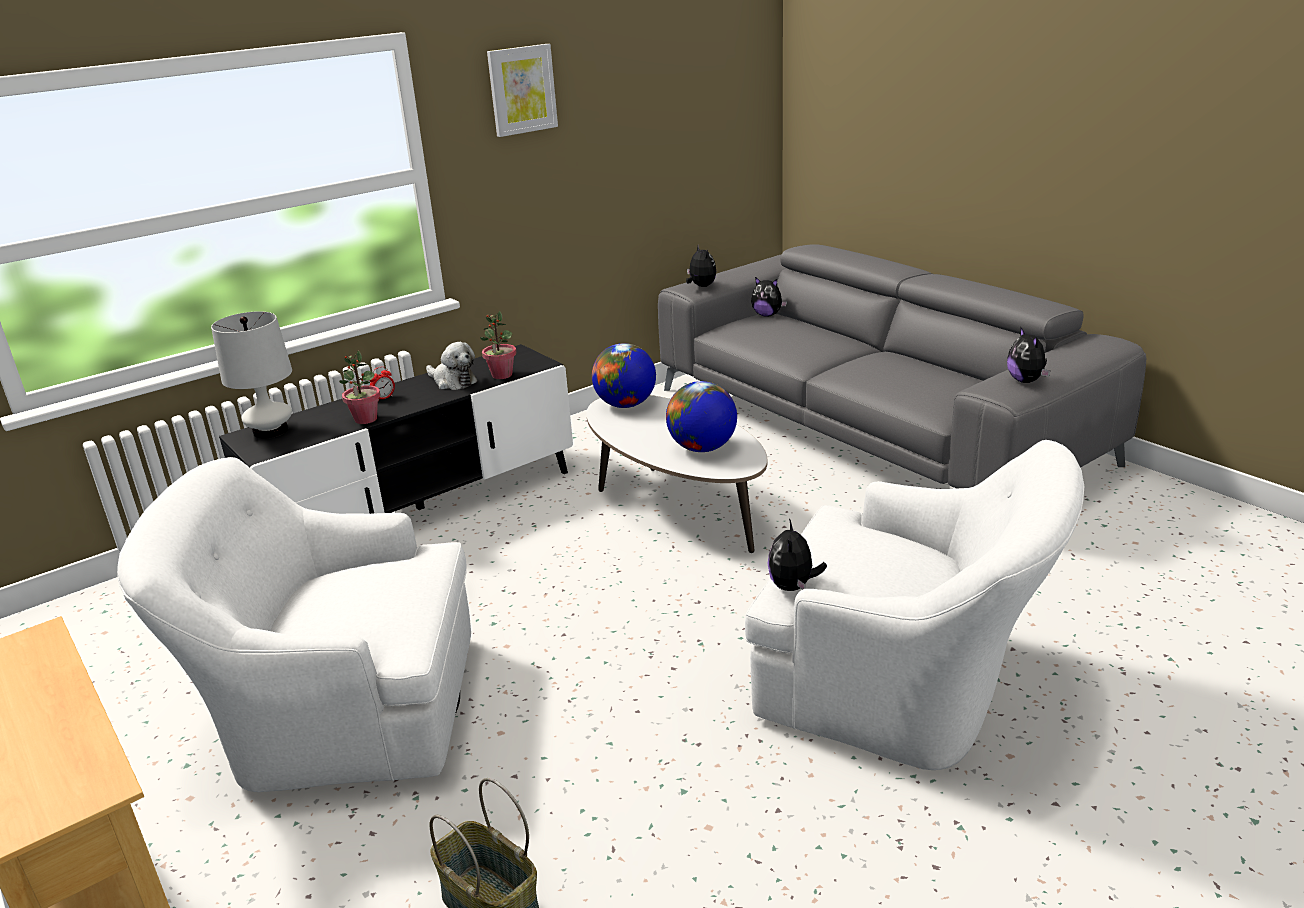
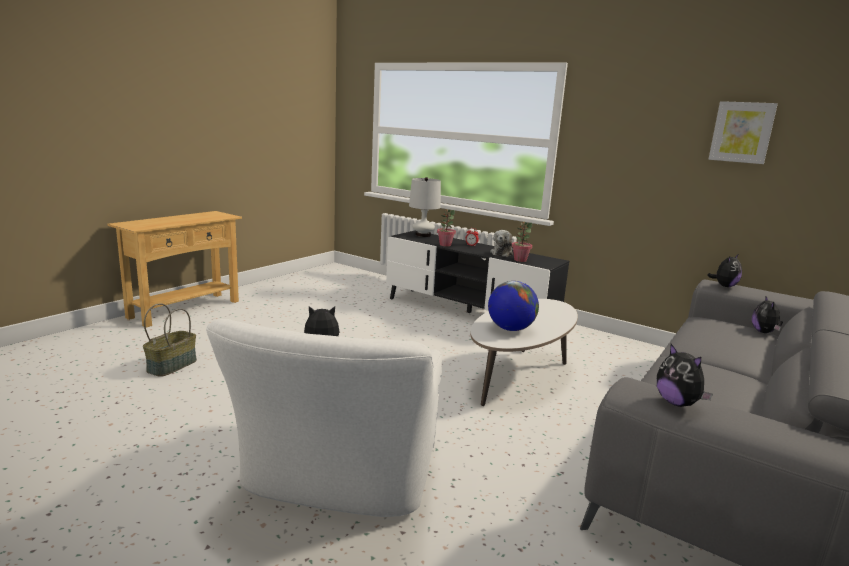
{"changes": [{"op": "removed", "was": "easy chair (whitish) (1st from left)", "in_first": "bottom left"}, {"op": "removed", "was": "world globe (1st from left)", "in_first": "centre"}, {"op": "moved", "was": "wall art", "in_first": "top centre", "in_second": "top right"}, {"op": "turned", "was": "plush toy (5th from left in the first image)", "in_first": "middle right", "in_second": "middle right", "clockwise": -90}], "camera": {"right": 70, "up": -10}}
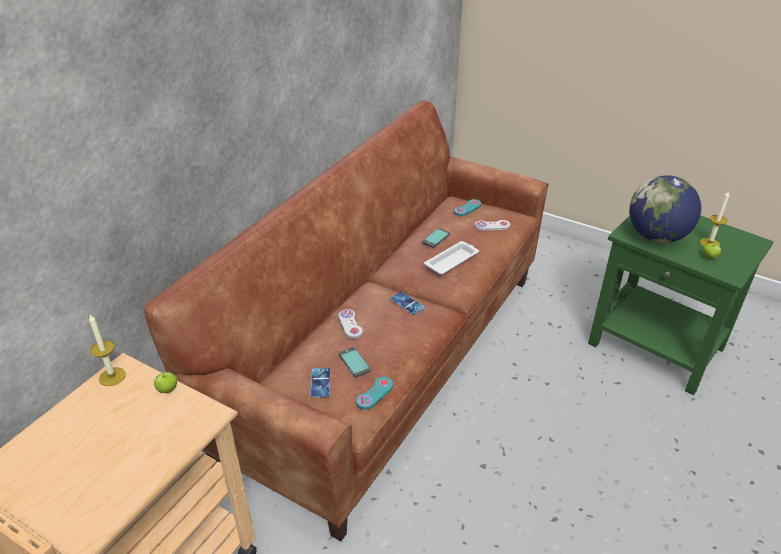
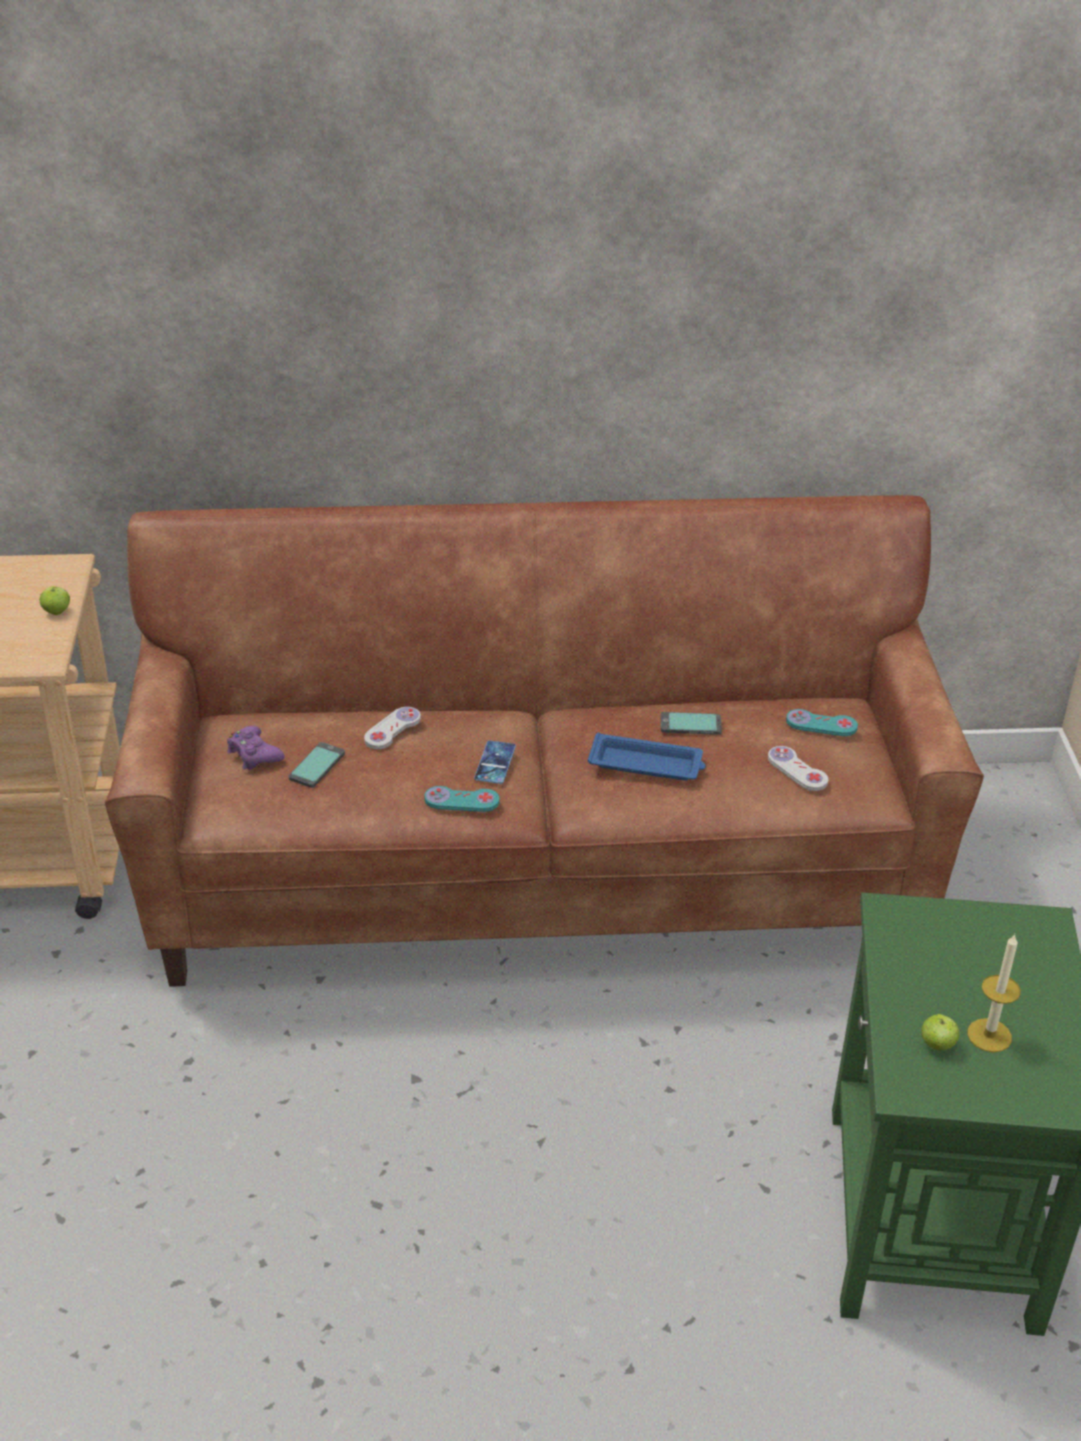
{"changes": [{"op": "removed", "was": "wax candle (1st from left)", "in_first": "middle left"}, {"op": "removed", "was": "world globe", "in_first": "middle right"}, {"op": "moved", "was": "joypad (turquoise-coloured) (1st from left)", "in_first": "bottom centre", "in_second": "centre"}, {"op": "replaced", "was": "handset (1st from left)", "now": "joypad (purplish)", "in_first": "bottom centre", "in_second": "middle left"}, {"op": "recoloured", "was": "serving tray (whitish)", "now": "serving tray (blue-coloured)", "in_first": "centre", "in_second": "centre"}], "camera": {"right": 55, "up": 0}}
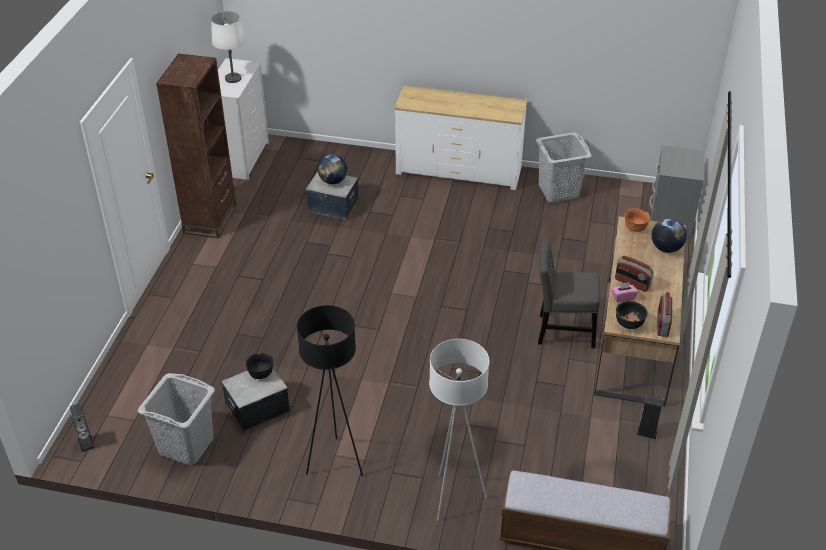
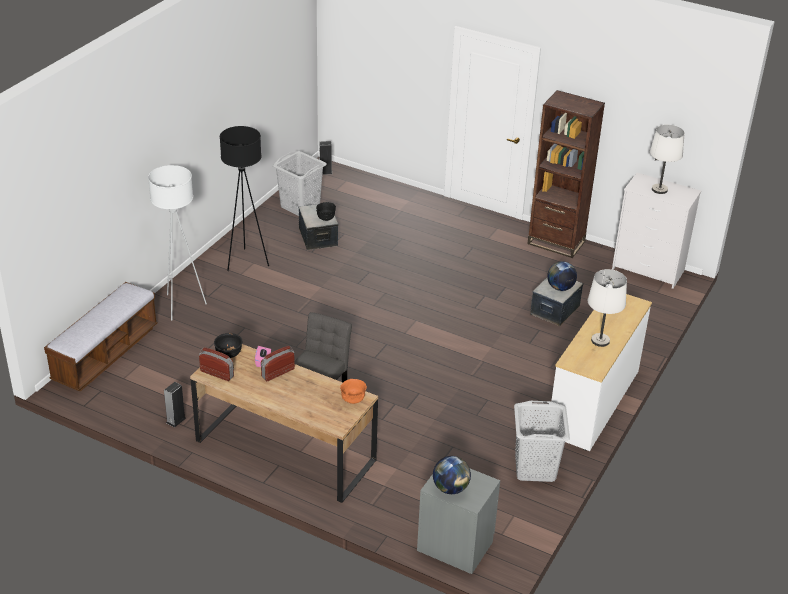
{"changes": [{"op": "added", "now": "table lamp (whitish) (1st from left)", "in_second": "middle right"}, {"op": "moved", "was": "world globe (2nd from left in the first image)", "now": "world globe (1st from left)", "in_first": "middle right", "in_second": "bottom centre"}], "camera": {"right": 105, "up": -5}}
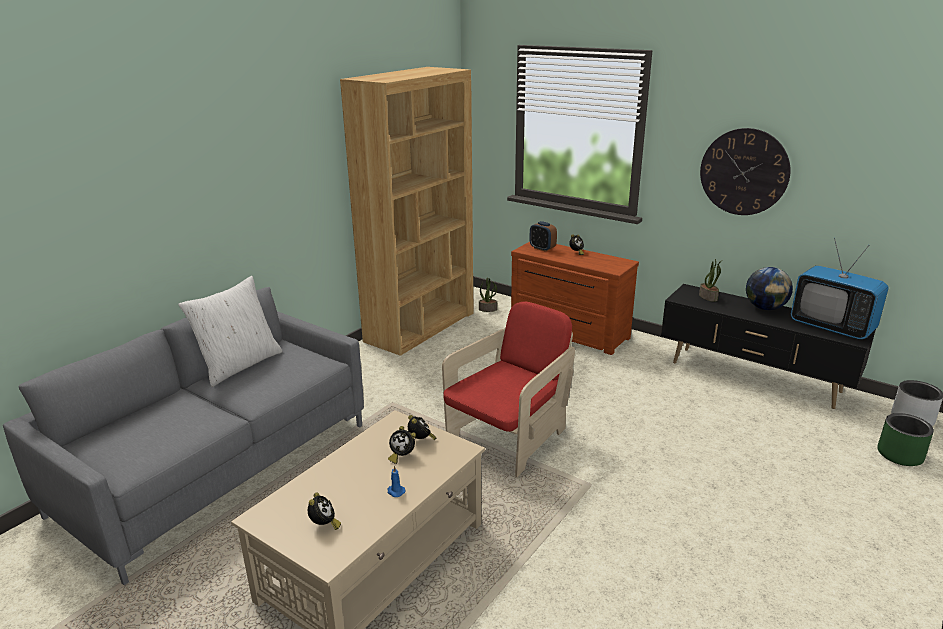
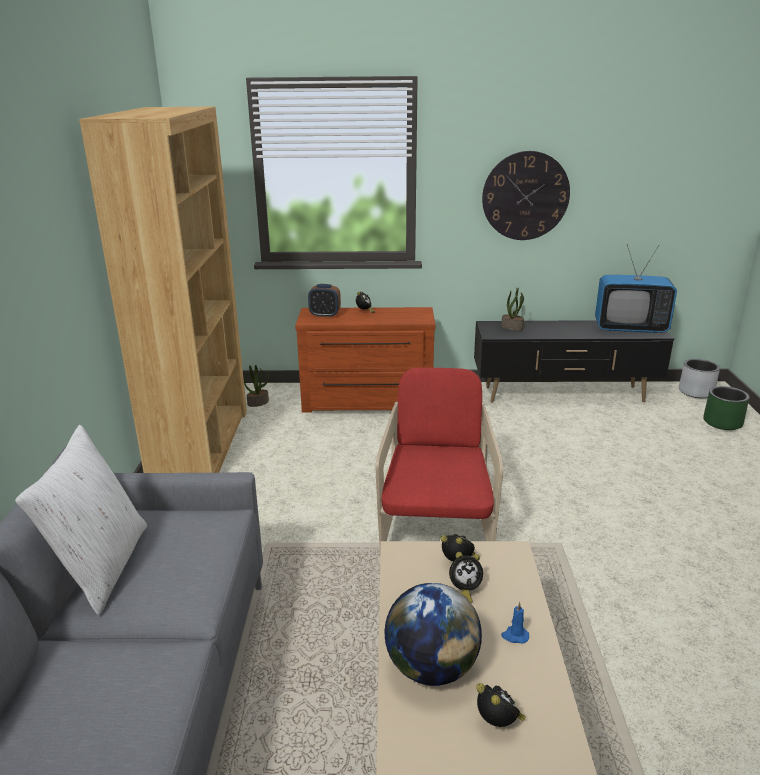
{"changes": [{"op": "moved", "was": "world globe", "in_first": "middle right", "in_second": "bottom centre"}], "camera": {"right": -35, "up": 0}}
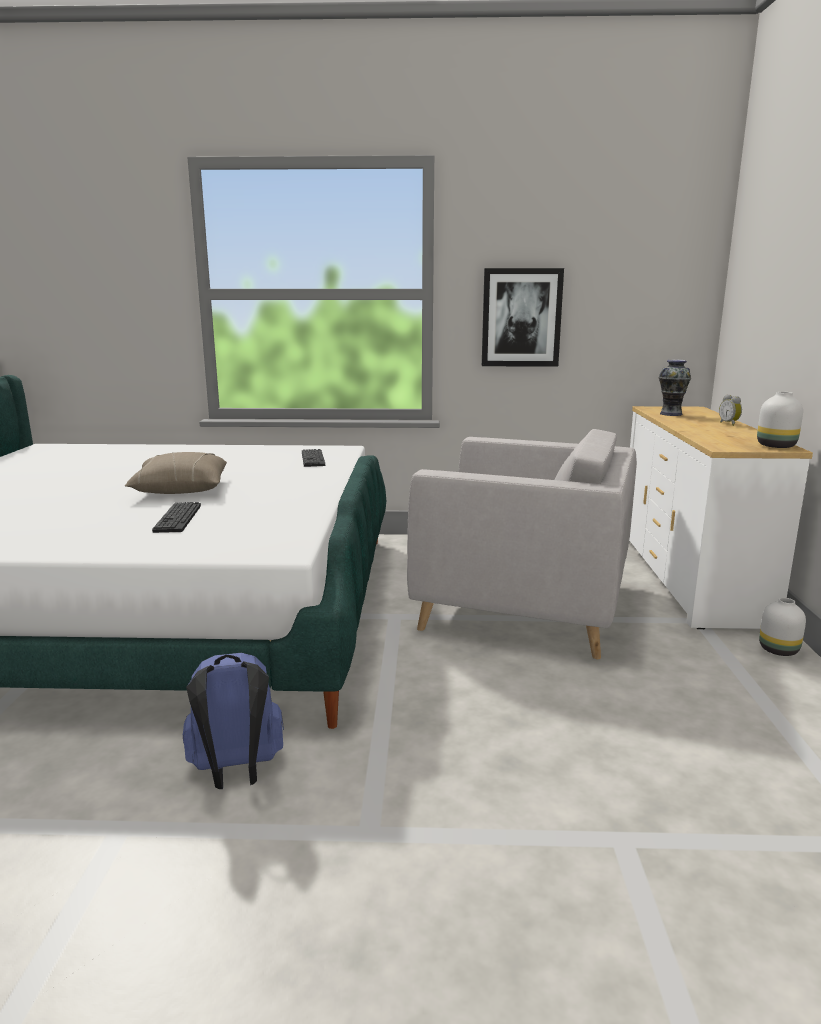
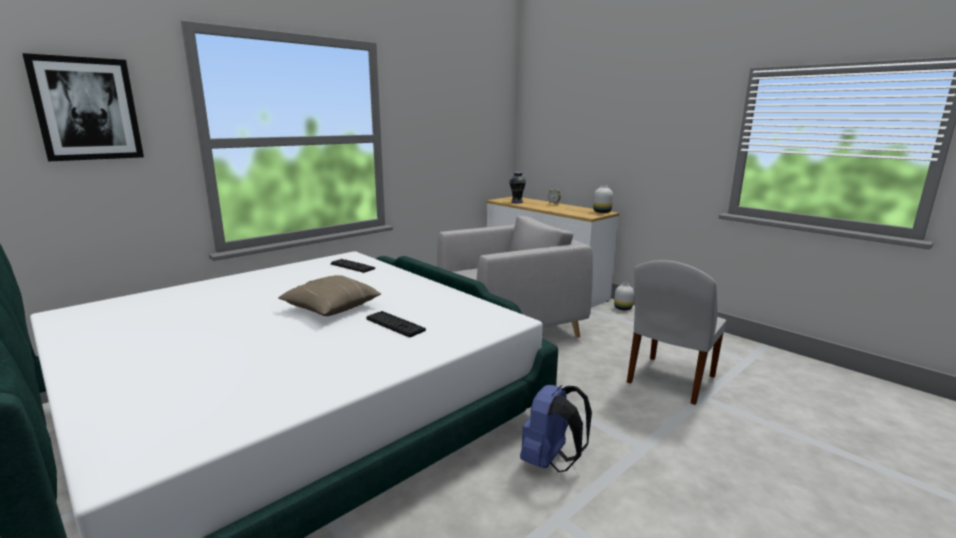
{"changes": [{"op": "added", "now": "chair (whitish)", "in_second": "middle right"}, {"op": "moved", "was": "wall art", "in_first": "top centre", "in_second": "top left"}], "camera": {"right": -45, "up": 0}}
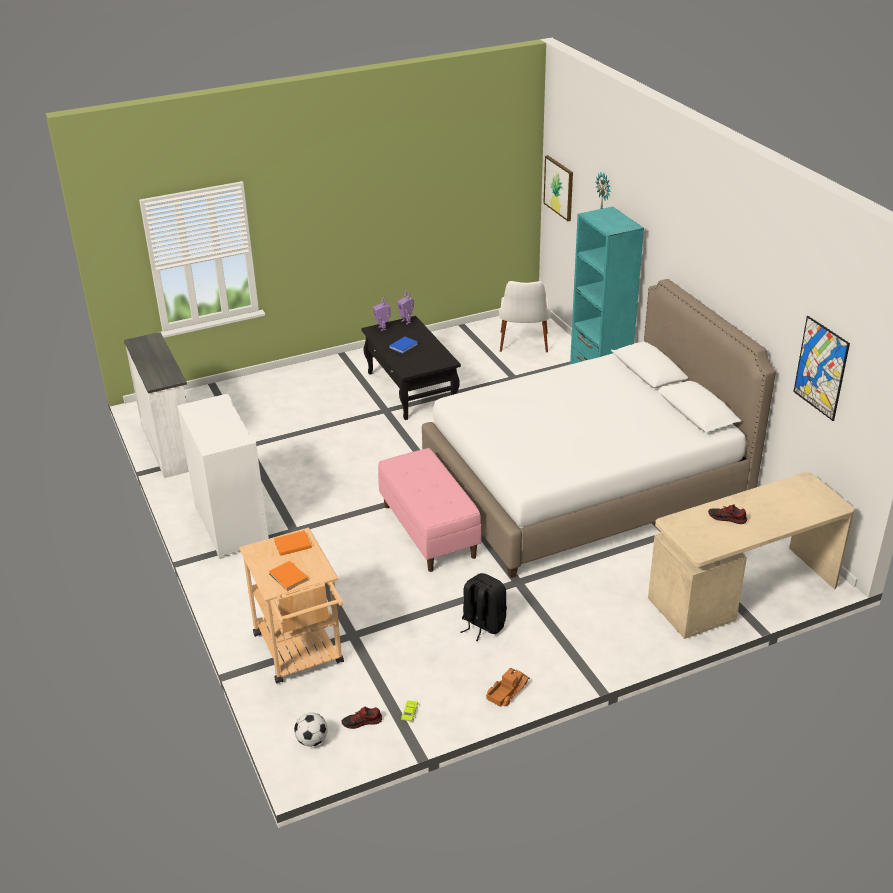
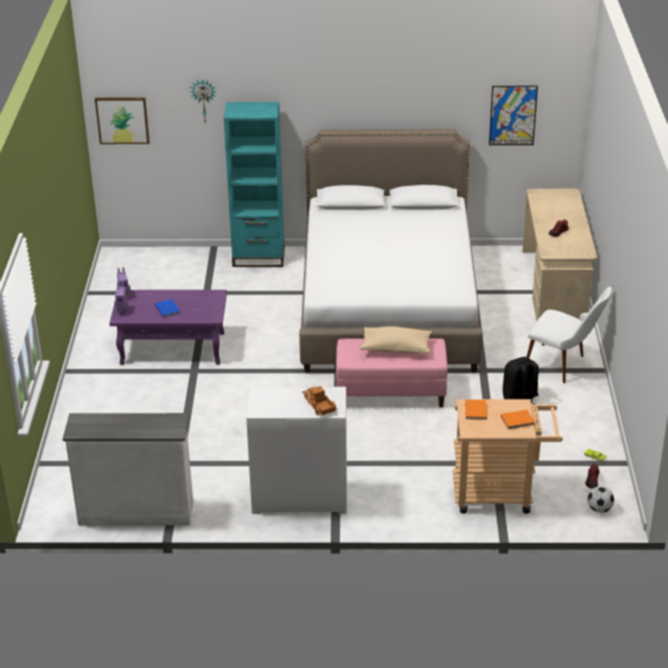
{"changes": [{"op": "added", "now": "pillow (sand-coloured)", "in_second": "centre"}, {"op": "moved", "was": "toy truck", "in_first": "bottom centre", "in_second": "centre"}, {"op": "moved", "was": "chair (whitish)", "in_first": "centre", "in_second": "middle right"}, {"op": "recoloured", "was": "low table (black-coloured)", "now": "low table (purplish)", "in_first": "centre", "in_second": "middle left"}], "camera": {"right": -65, "up": 0}}
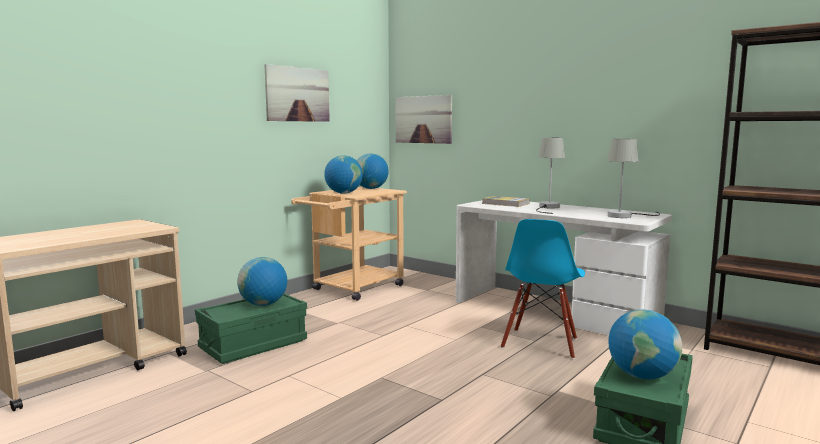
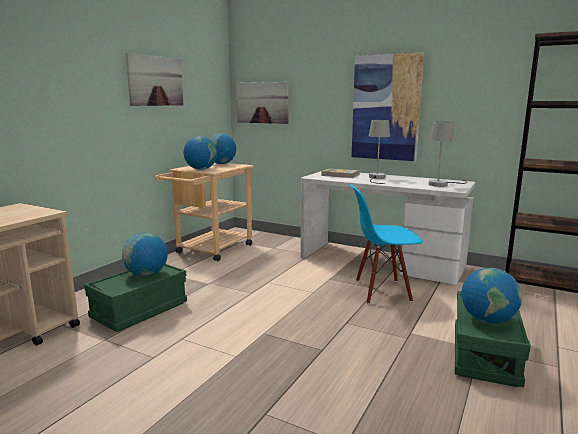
{"changes": [{"op": "added", "now": "wall art (3rd from left)", "in_second": "top right"}, {"op": "turned", "was": "chair (blue-coloured)", "in_first": "centre", "in_second": "middle right", "clockwise": 75}], "camera": {"right": -10, "up": 5}}
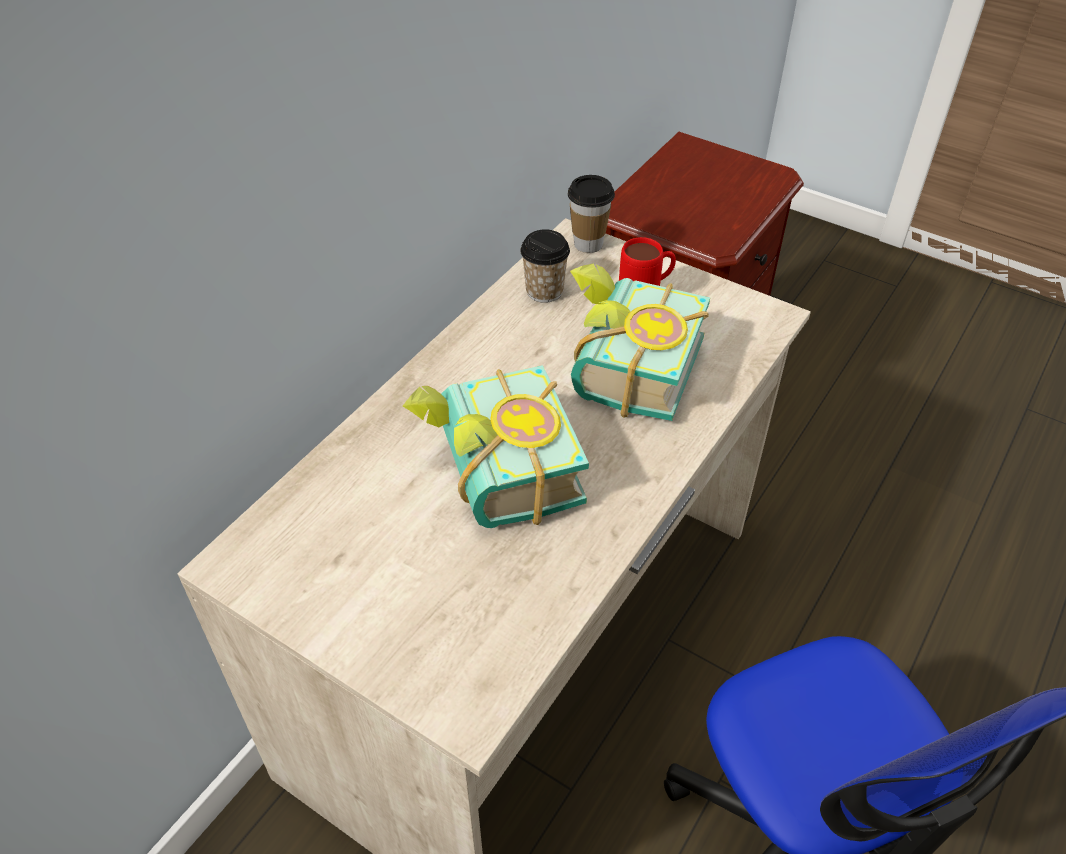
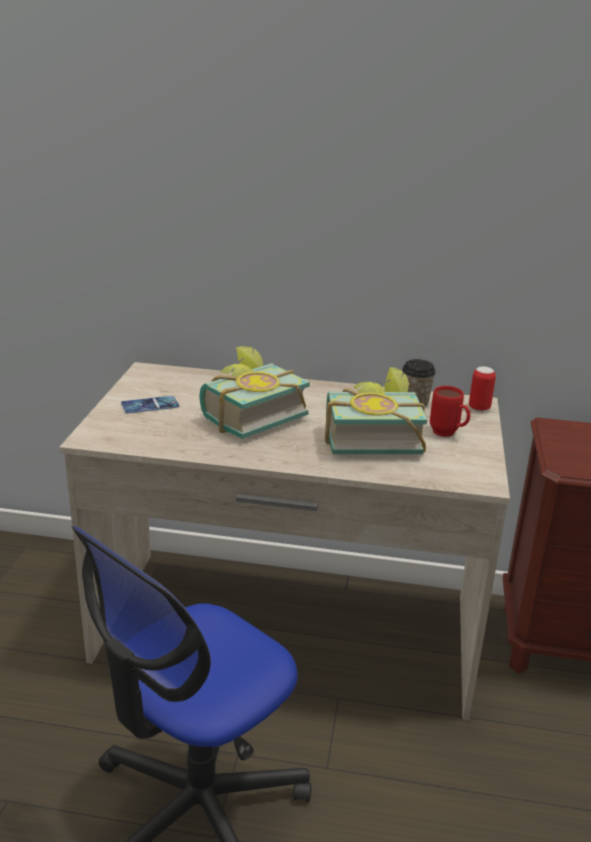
{"changes": [{"op": "added", "now": "handset", "in_second": "middle left"}, {"op": "replaced", "was": "drinking cup (2nd from left)", "now": "can", "in_first": "top centre", "in_second": "middle right"}], "camera": {"right": 65, "up": -20}}
